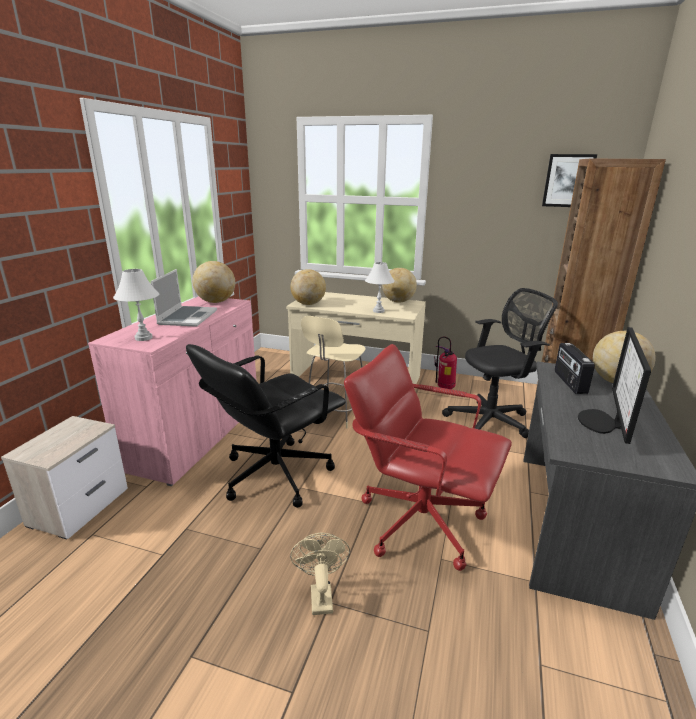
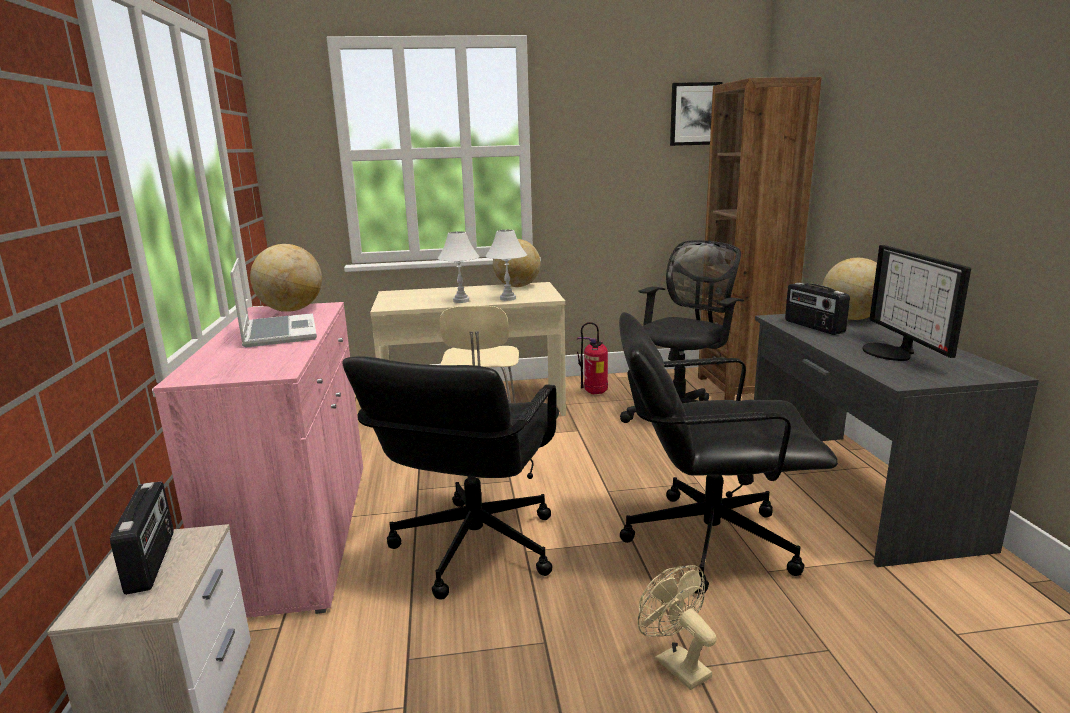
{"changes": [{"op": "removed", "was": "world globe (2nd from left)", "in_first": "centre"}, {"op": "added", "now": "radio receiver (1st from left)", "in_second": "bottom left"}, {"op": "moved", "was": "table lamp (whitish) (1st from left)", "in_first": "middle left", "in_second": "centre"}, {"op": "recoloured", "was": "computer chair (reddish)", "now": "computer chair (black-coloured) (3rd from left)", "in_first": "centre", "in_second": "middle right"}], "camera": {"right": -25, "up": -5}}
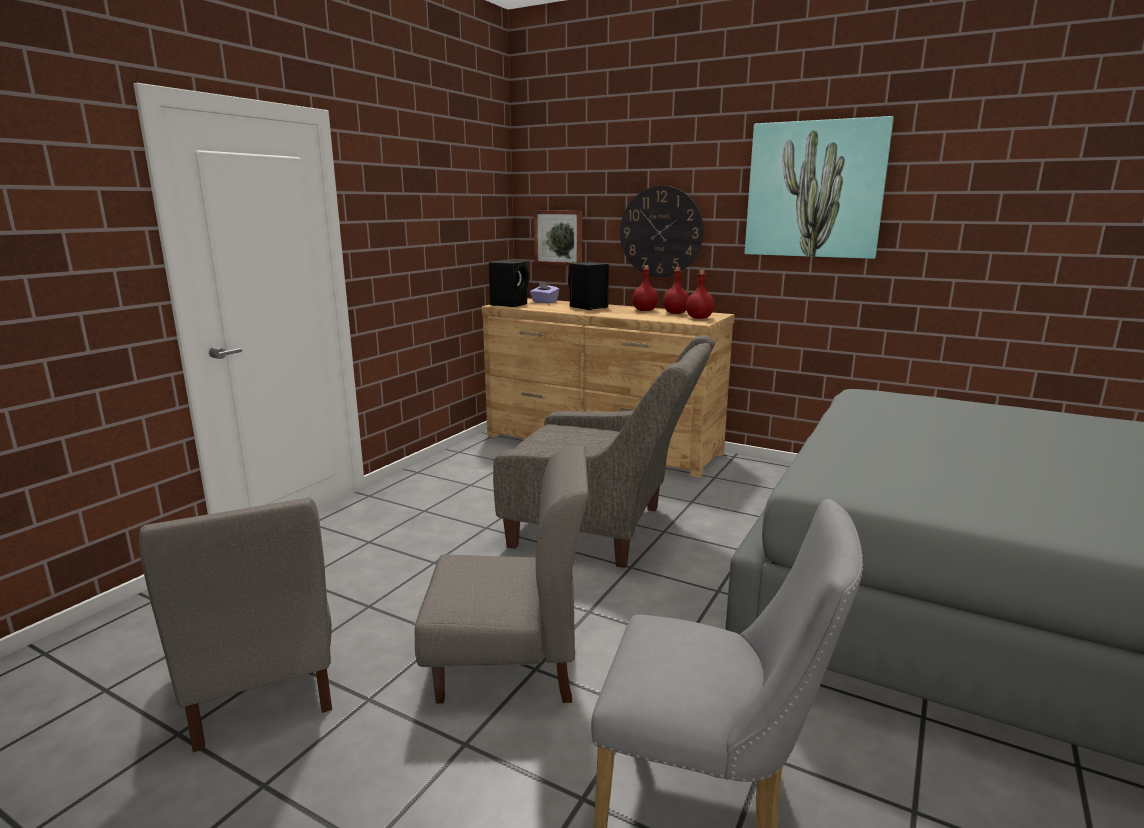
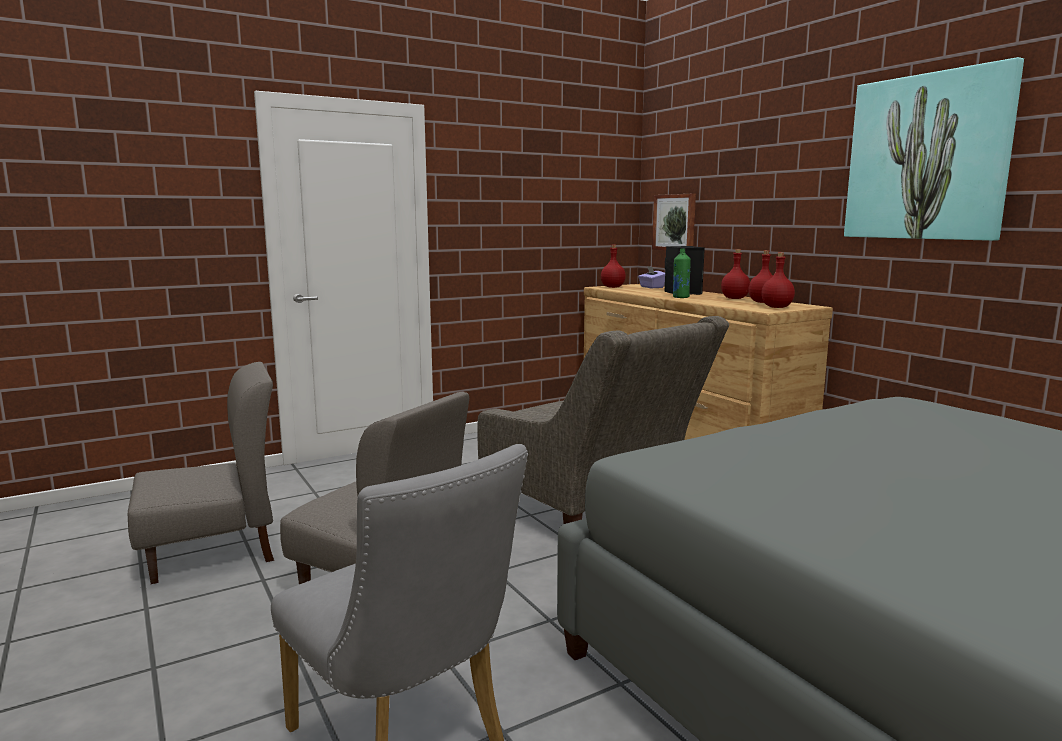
{"changes": [{"op": "removed", "was": "wall clock", "in_first": "top centre"}, {"op": "added", "now": "beverage bottle (greenish)", "in_second": "centre"}, {"op": "replaced", "was": "loudspeaker (black-coloured) (1st from left)", "now": "beverage bottle (reddish) (1st from left)", "in_first": "centre", "in_second": "centre"}, {"op": "turned", "was": "chair (gray) (1st from left)", "in_first": "bottom left", "in_second": "middle left", "clockwise": -120}], "camera": {"right": 30, "up": -5}}
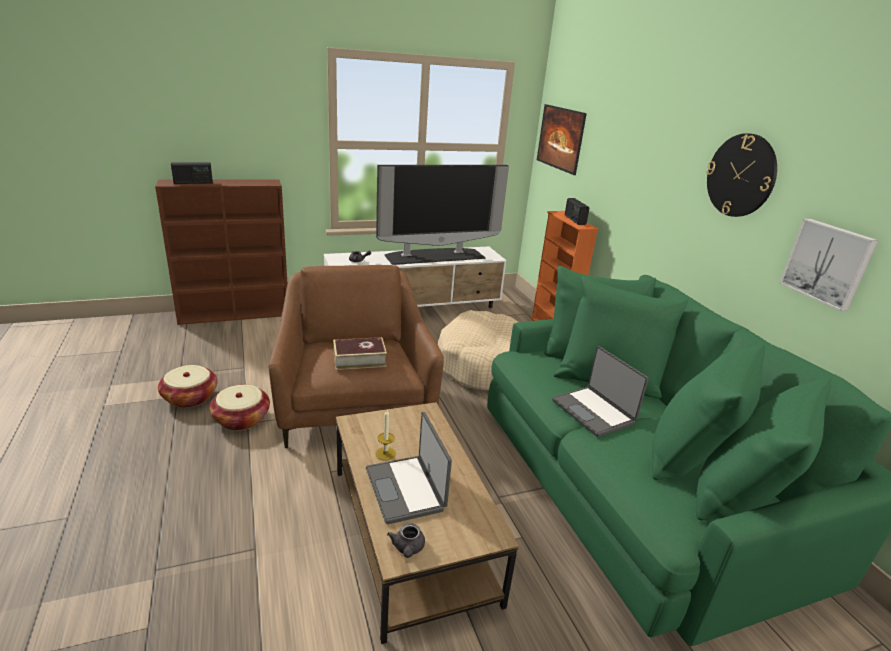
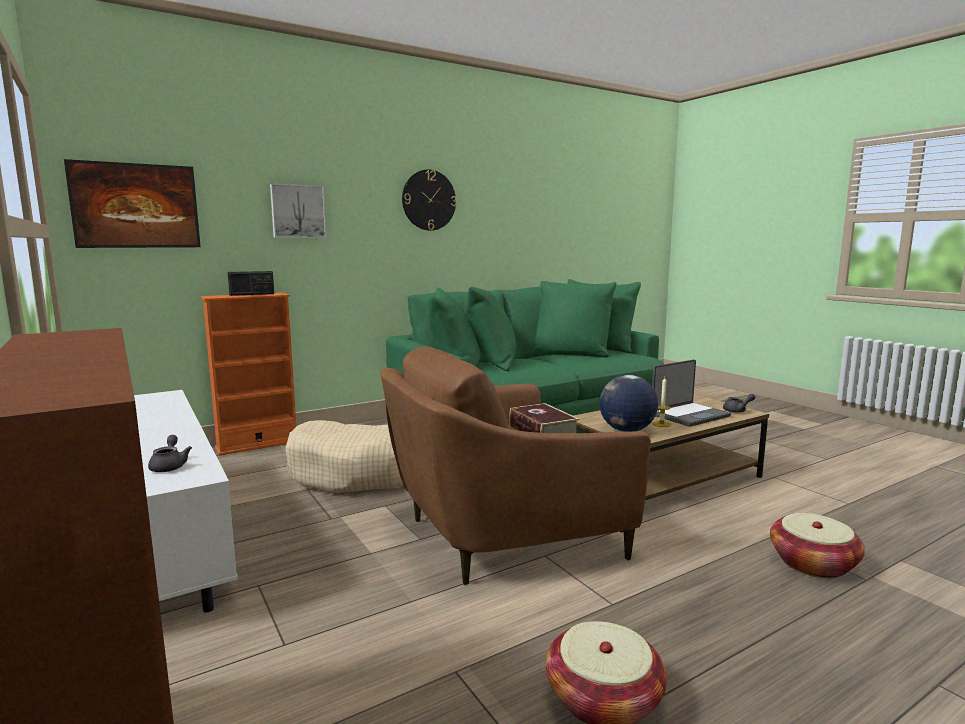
{"changes": [{"op": "removed", "was": "radio receiver (1st from left)", "in_first": "top left"}, {"op": "removed", "was": "television", "in_first": "top centre"}, {"op": "removed", "was": "laptop (2nd from left)", "in_first": "middle right"}, {"op": "added", "now": "world globe", "in_second": "centre"}, {"op": "moved", "was": "household basket (2nd from left)", "in_first": "middle left", "in_second": "bottom right"}, {"op": "moved", "was": "wall art (2nd from left)", "in_first": "middle right", "in_second": "top left"}], "camera": {"right": -100, "up": -15}}
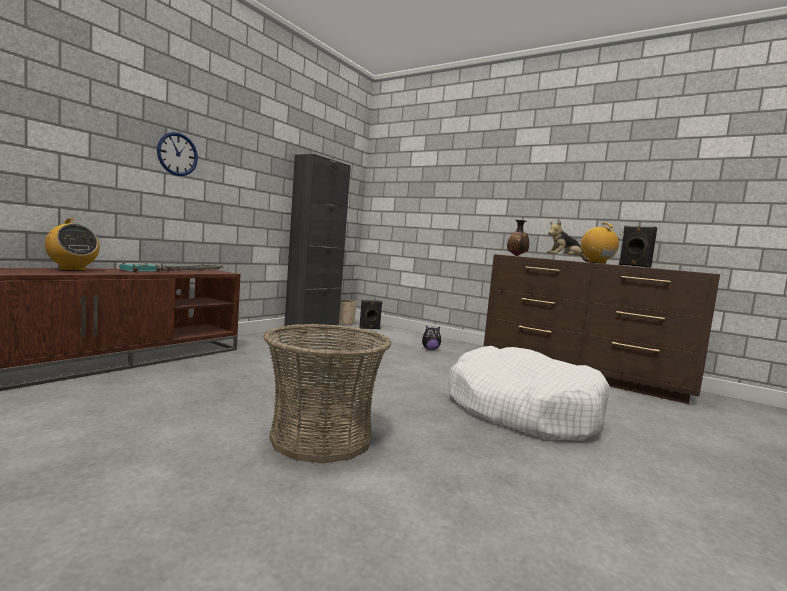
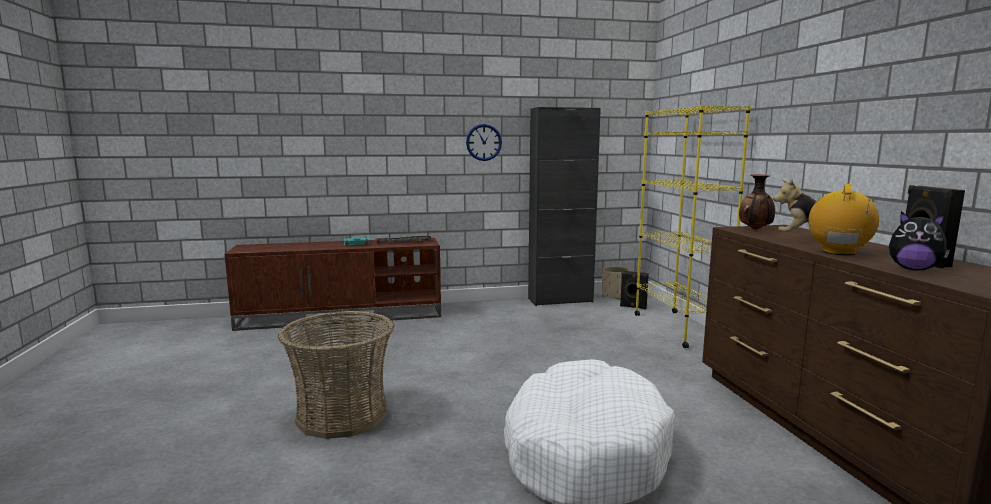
{"changes": [{"op": "removed", "was": "radio receiver (1st from left)", "in_first": "middle left"}, {"op": "added", "now": "shelving unit (yellow-coloured)", "in_second": "middle right"}, {"op": "moved", "was": "wall clock", "in_first": "top left", "in_second": "top centre"}, {"op": "moved", "was": "plush toy (1st from left in the first image)", "now": "plush toy (2nd from left)", "in_first": "centre", "in_second": "middle right"}], "camera": {"right": 45, "up": 5}}
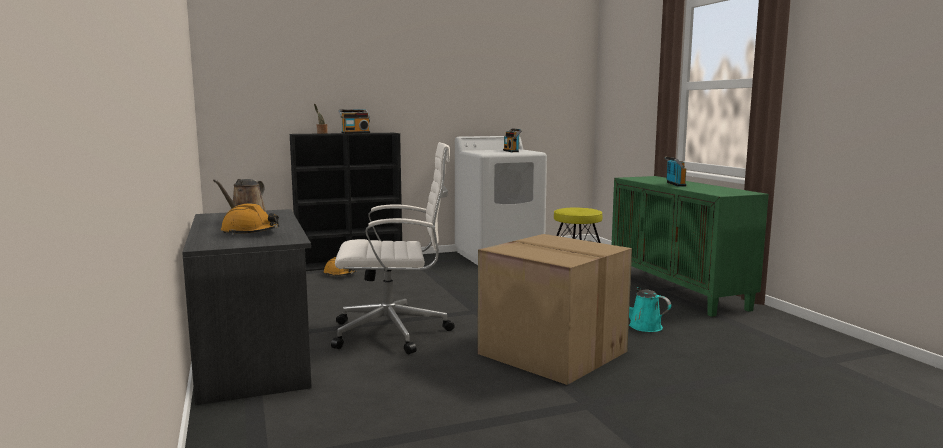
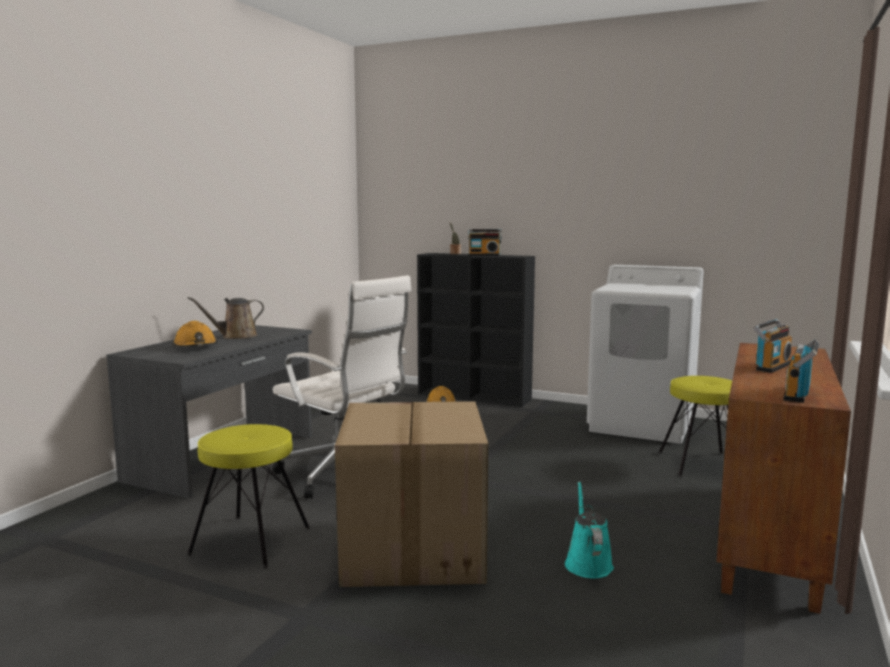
{"changes": [{"op": "added", "now": "stool seat (yellow-coloured) (1st from left)", "in_second": "bottom left"}, {"op": "moved", "was": "radio receiver (2nd from left in the first image)", "now": "radio receiver (3rd from left)", "in_first": "top centre", "in_second": "middle right"}, {"op": "recoloured", "was": "cupboard (greenish)", "now": "cupboard (brown)", "in_first": "middle right", "in_second": "bottom right"}], "camera": {"right": 45, "up": 0}}
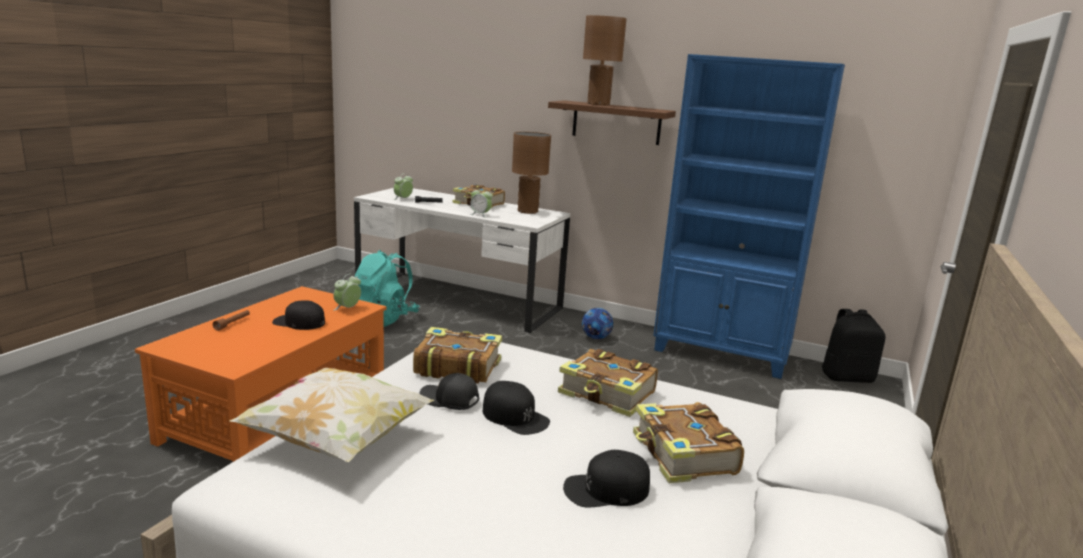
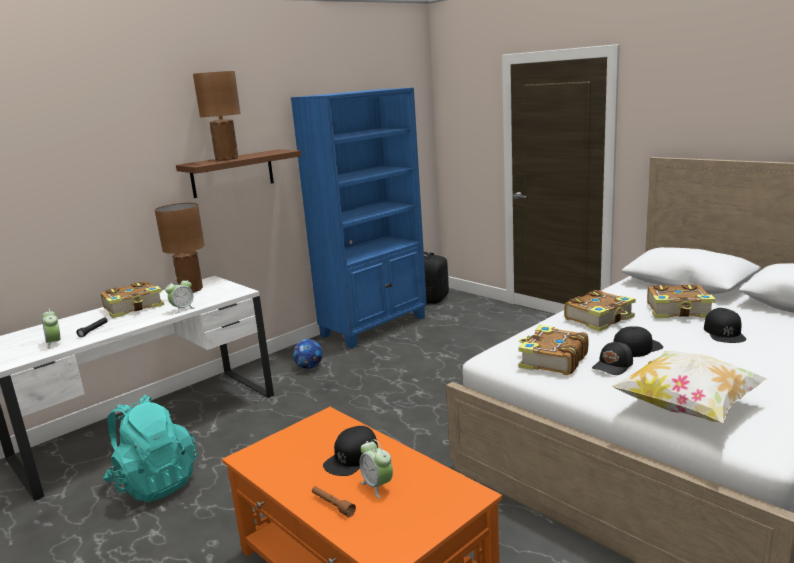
{"changes": [{"op": "moved", "was": "table clock (1st from left in the first image)", "now": "table clock (3rd from left)", "in_first": "middle left", "in_second": "bottom centre"}], "camera": {"right": -65, "up": 0}}
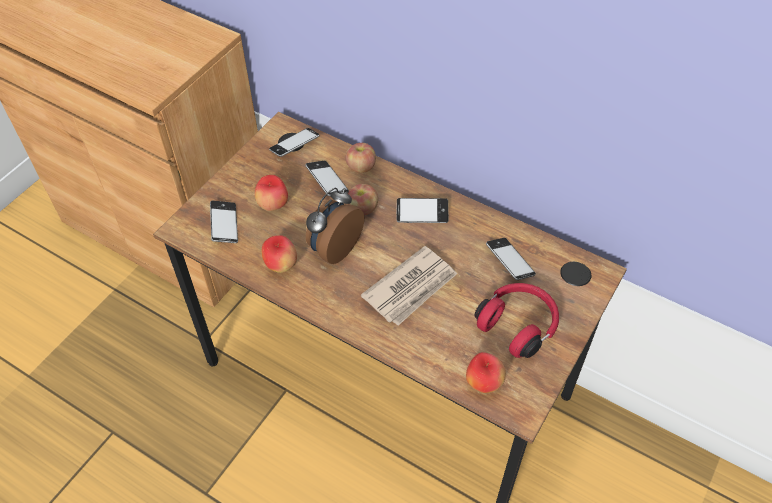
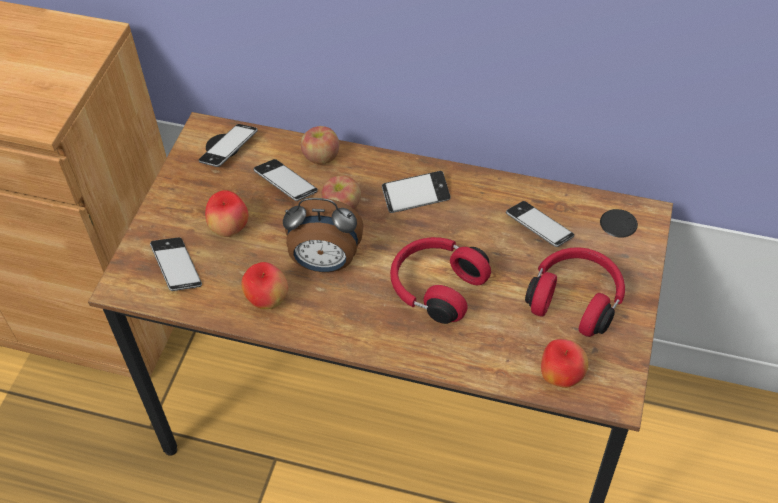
{"changes": [{"op": "replaced", "was": "printed paper", "now": "pair of headphones (reddish) (1st from left)", "in_first": "centre", "in_second": "centre"}, {"op": "turned", "was": "table clock", "in_first": "centre", "in_second": "centre", "clockwise": -105}], "camera": {"right": -15, "up": 0}}
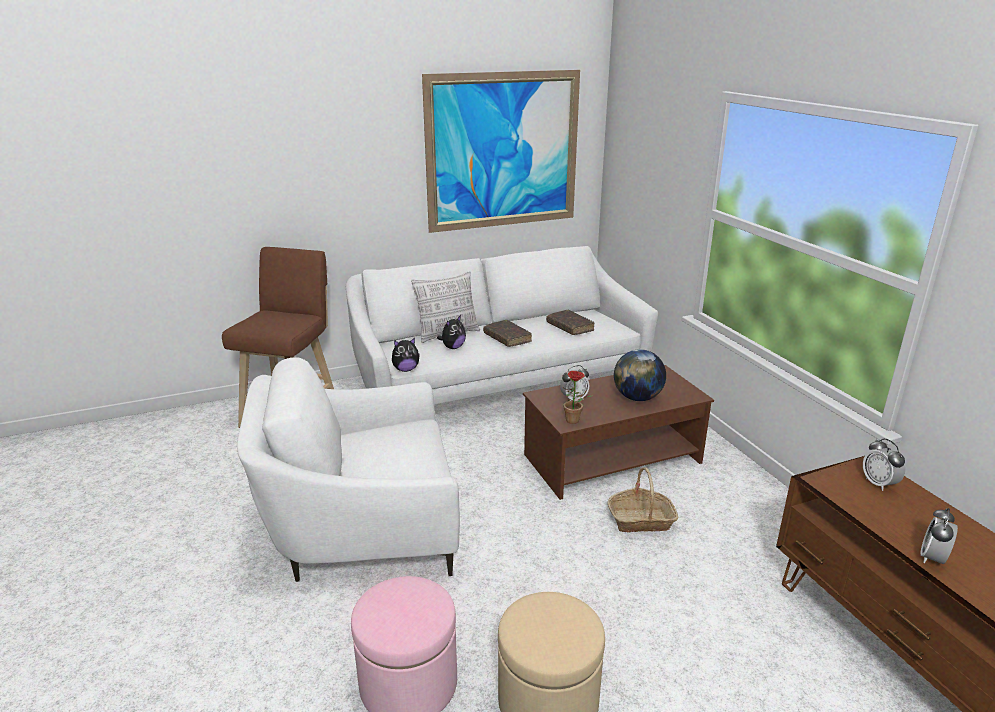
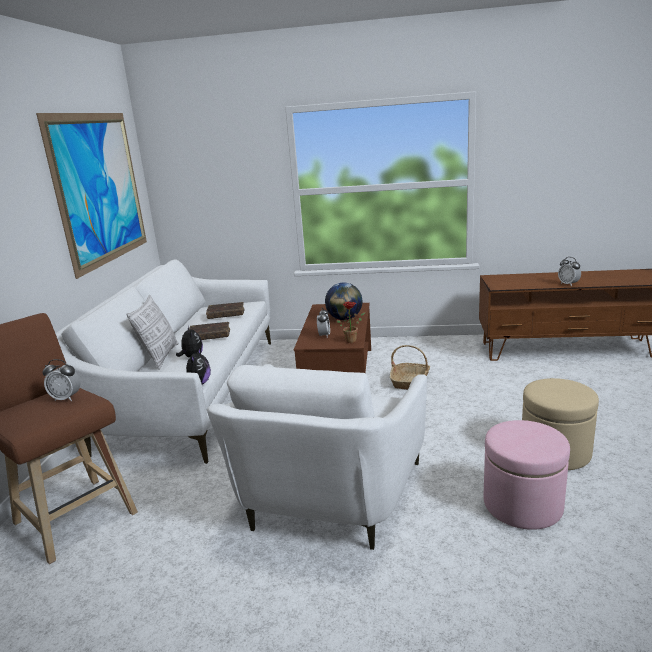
{"changes": [{"op": "moved", "was": "table clock (2nd from left in the first image)", "now": "table clock (1st from left)", "in_first": "middle right", "in_second": "middle left"}], "camera": {"right": -60, "up": -5}}
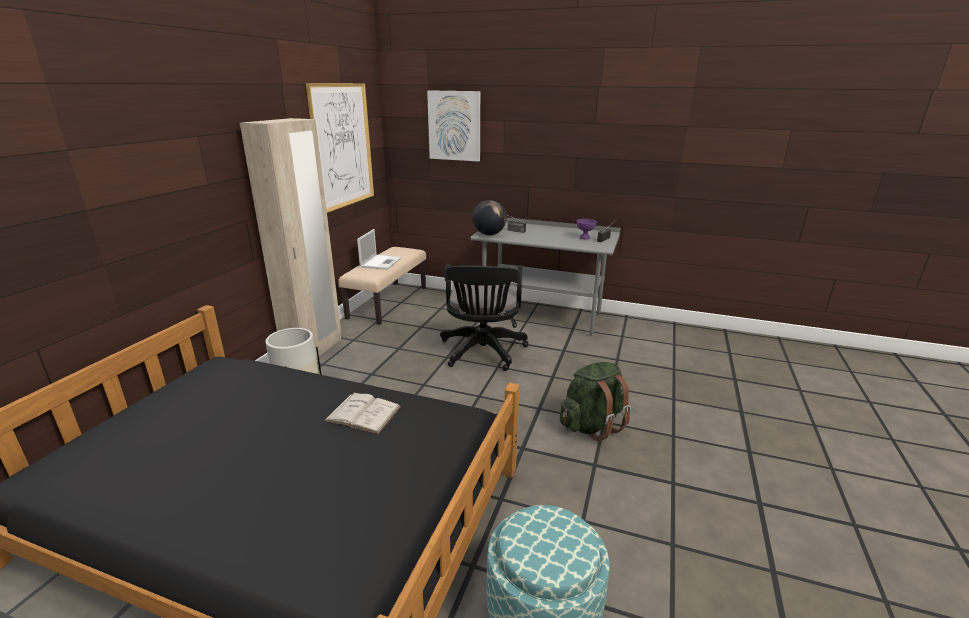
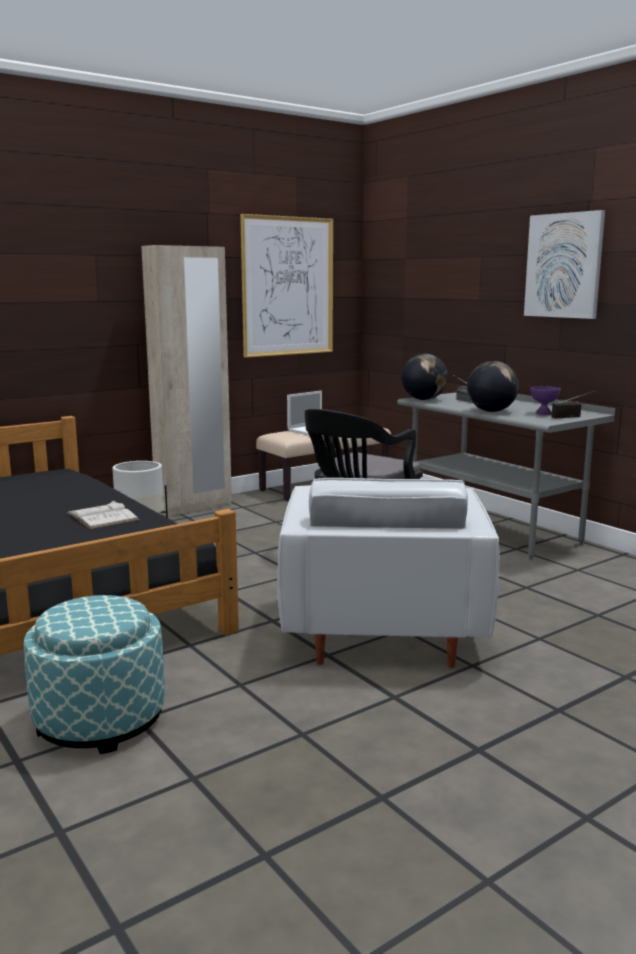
{"changes": [{"op": "added", "now": "world globe (2nd from left)", "in_second": "middle right"}, {"op": "moved", "was": "wall art (2nd from left)", "in_first": "top centre", "in_second": "top right"}, {"op": "replaced", "was": "knapsack (greenish)", "now": "easy chair (whitish)", "in_first": "centre", "in_second": "centre"}], "camera": {"right": 35, "up": -10}}
